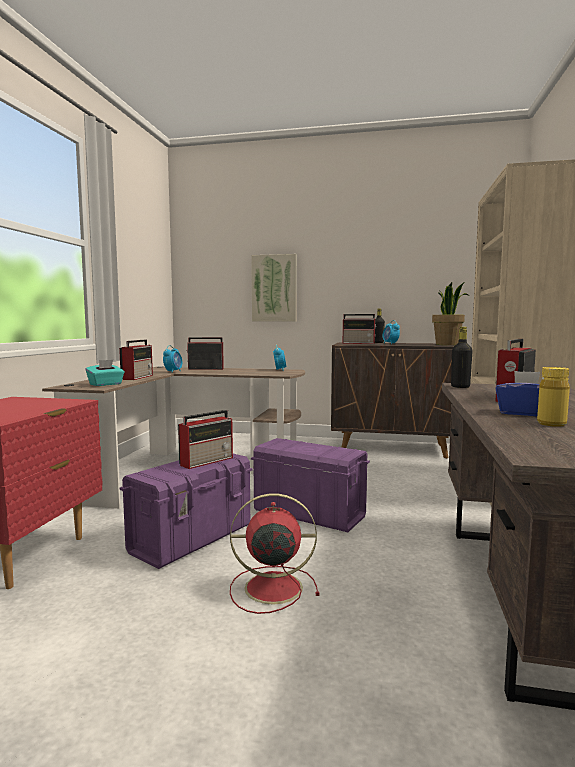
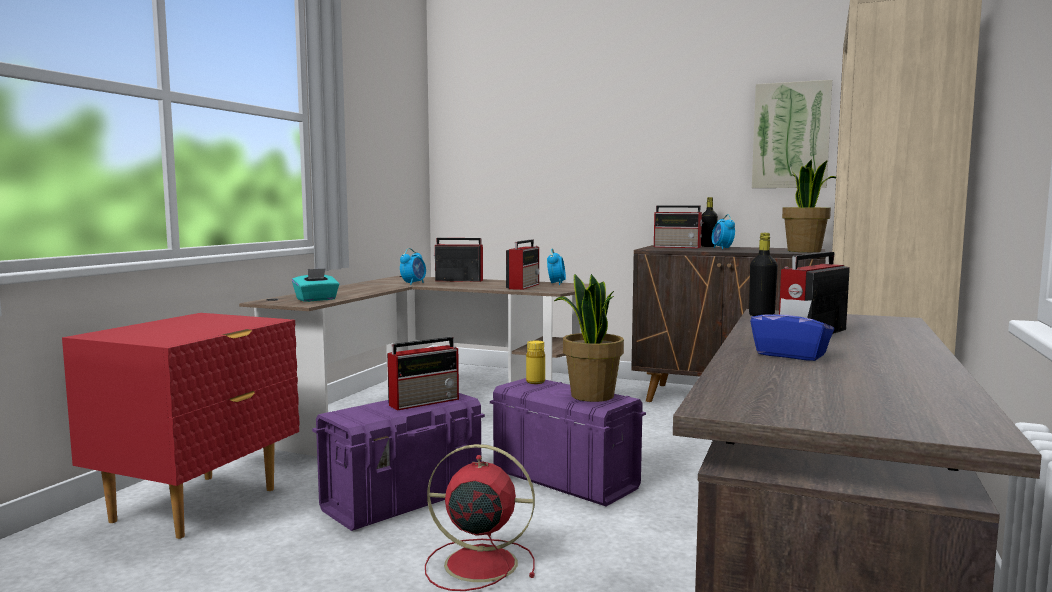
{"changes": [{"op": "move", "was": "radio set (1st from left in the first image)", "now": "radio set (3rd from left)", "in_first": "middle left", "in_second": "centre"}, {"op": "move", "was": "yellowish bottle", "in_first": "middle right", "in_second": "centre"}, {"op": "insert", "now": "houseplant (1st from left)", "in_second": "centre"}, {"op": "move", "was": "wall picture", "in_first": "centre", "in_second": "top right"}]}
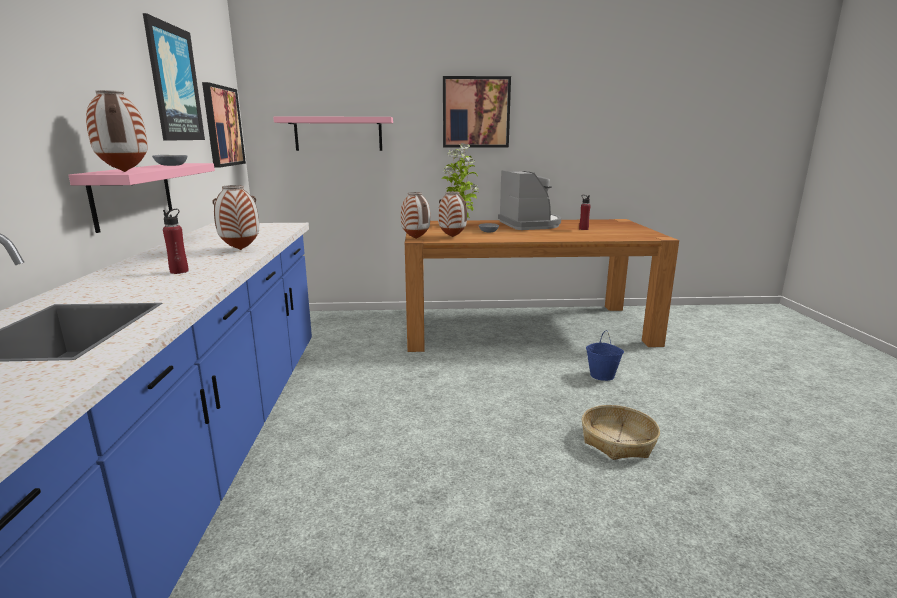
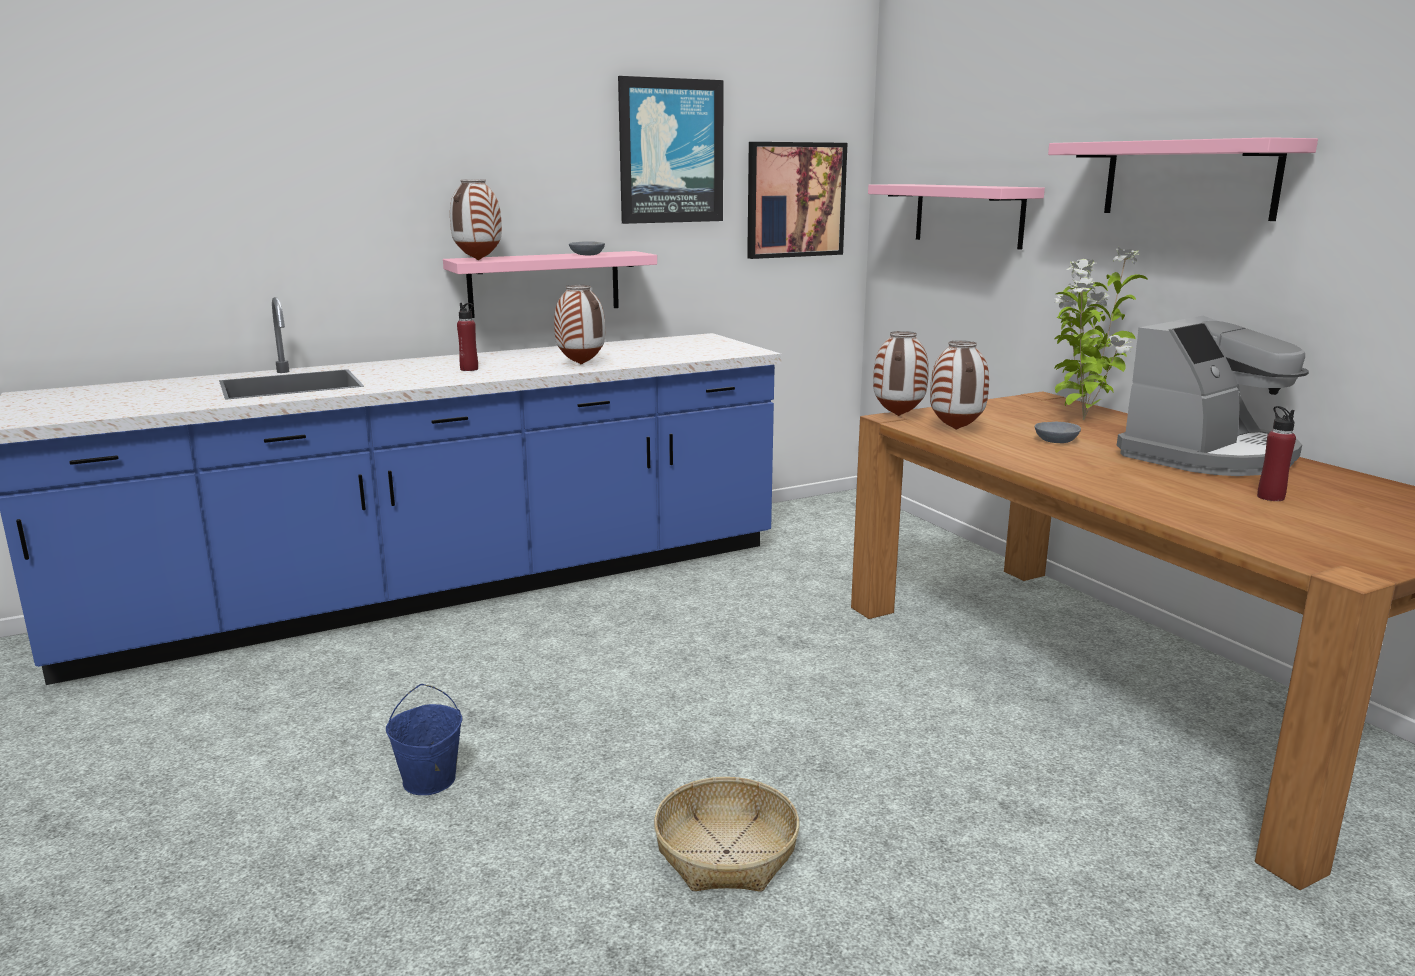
{"changes": [{"op": "move", "was": "bluish pail", "in_first": "middle right", "in_second": "bottom left"}, {"op": "replace", "was": "wall picture (3rd from left)", "now": "pink-coloured bracket shelf (3rd from left)", "in_first": "top centre", "in_second": "top right"}]}
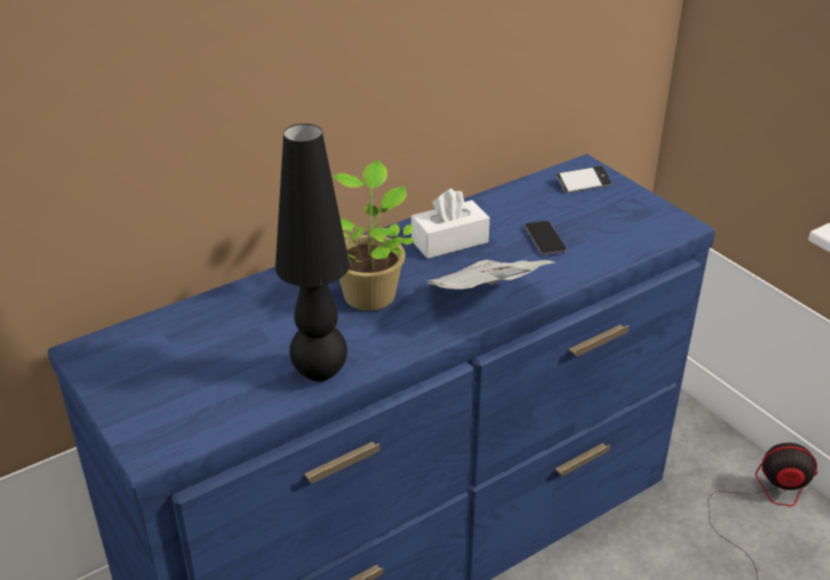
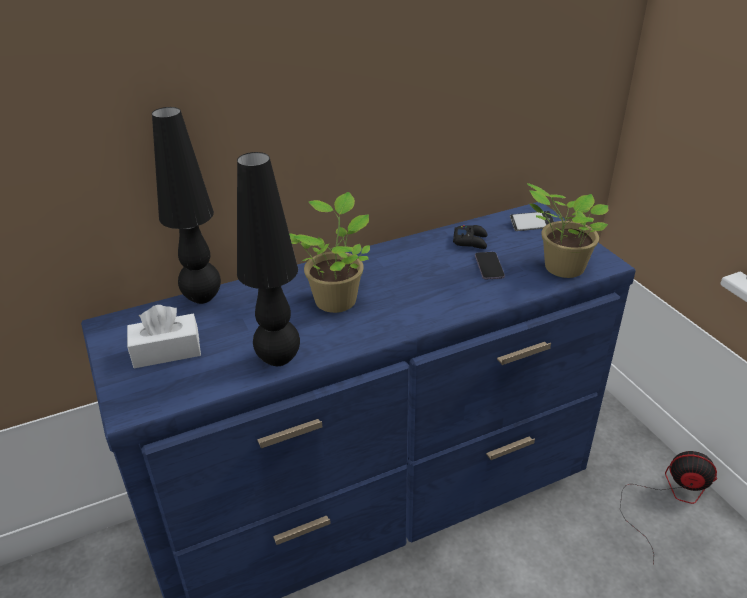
{"changes": [{"op": "move", "was": "white-coloured tissue box", "in_first": "centre", "in_second": "middle left"}, {"op": "insert", "now": "black-coloured lamp for a table (1st from left)", "in_second": "middle left"}, {"op": "insert", "now": "black-coloured gamepad", "in_second": "centre"}, {"op": "insert", "now": "houseplant (2nd from left)", "in_second": "middle right"}, {"op": "delete", "was": "daily paper", "in_first": "centre"}]}
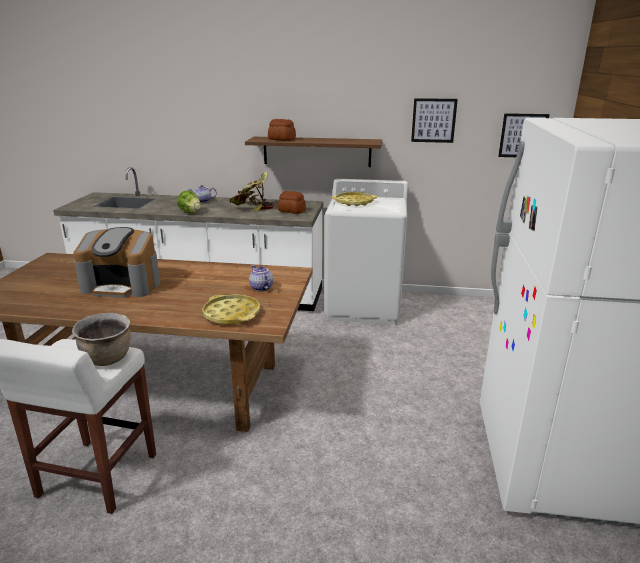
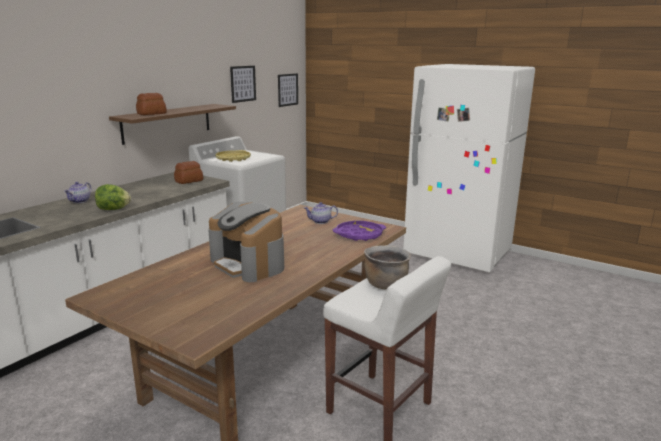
{"changes": [{"op": "rotate", "was": "coffee brewer", "in_first": "middle left", "in_second": "centre", "clockwise": 105}, {"op": "recolor", "was": "yellowish tray (1st from left)", "now": "purple-coloured tray", "in_first": "centre", "in_second": "centre"}, {"op": "delete", "was": "houseplant", "in_first": "centre"}]}
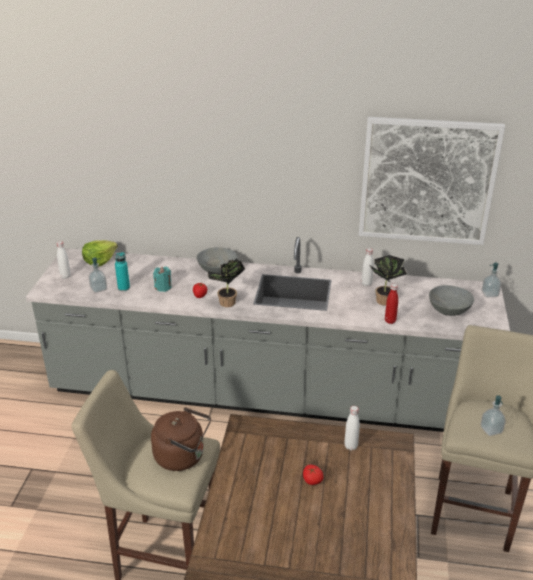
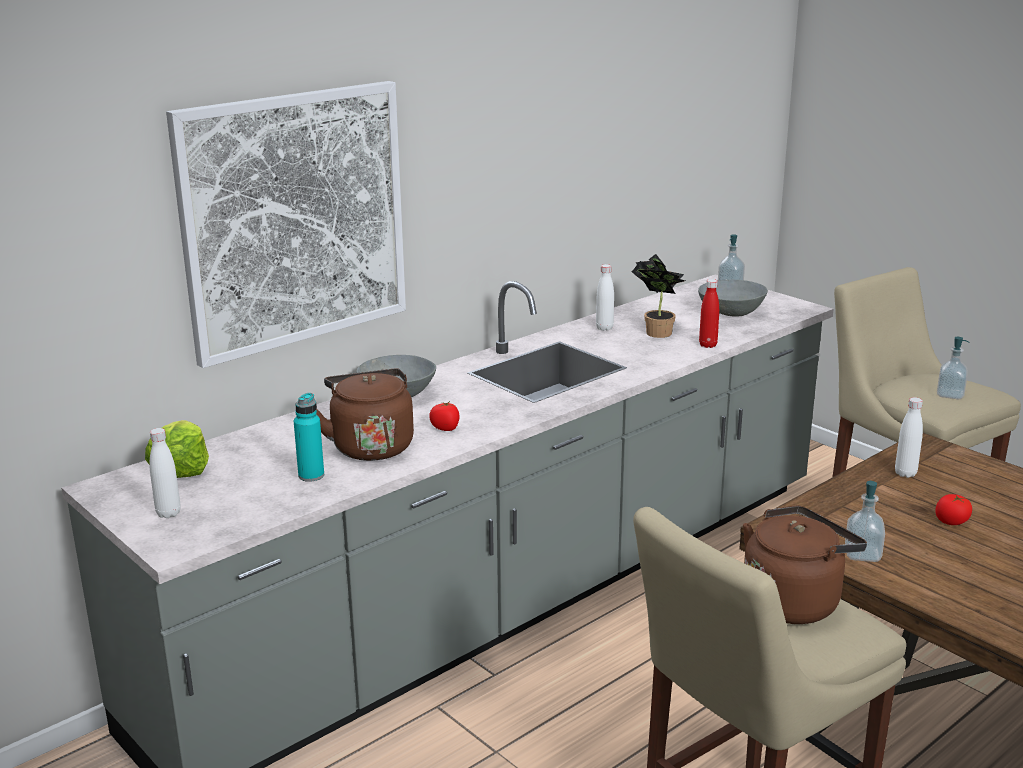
{"changes": [{"op": "move", "was": "wall picture", "in_first": "top right", "in_second": "top left"}, {"op": "replace", "was": "blue-green wax candle", "now": "brownish water kettle (1st from left)", "in_first": "middle left", "in_second": "centre"}, {"op": "move", "was": "soap bottle (1st from left in the first image)", "now": "soap bottle (2nd from left)", "in_first": "middle left", "in_second": "bottom right"}, {"op": "delete", "was": "houseplant (1st from left)", "in_first": "centre"}]}
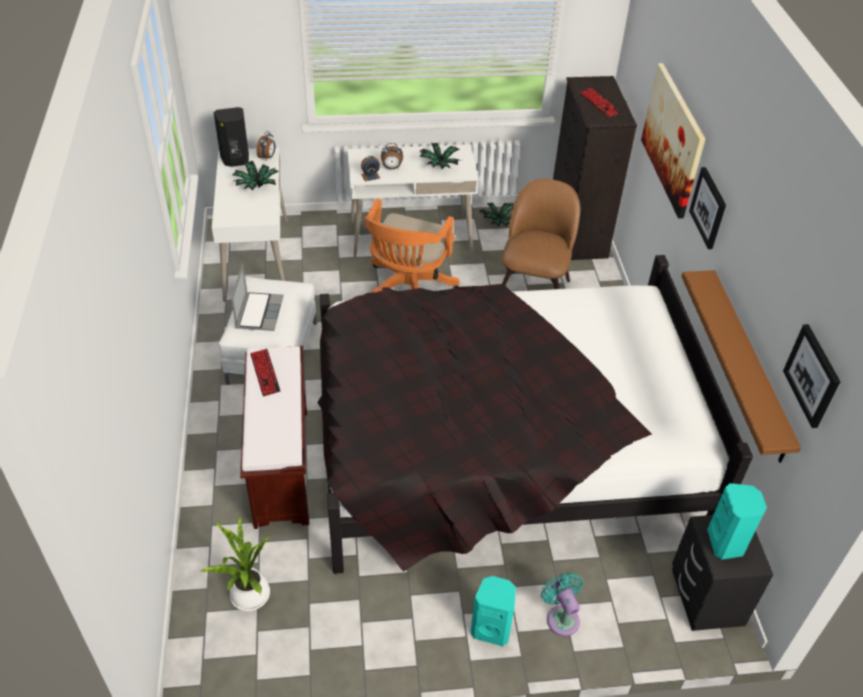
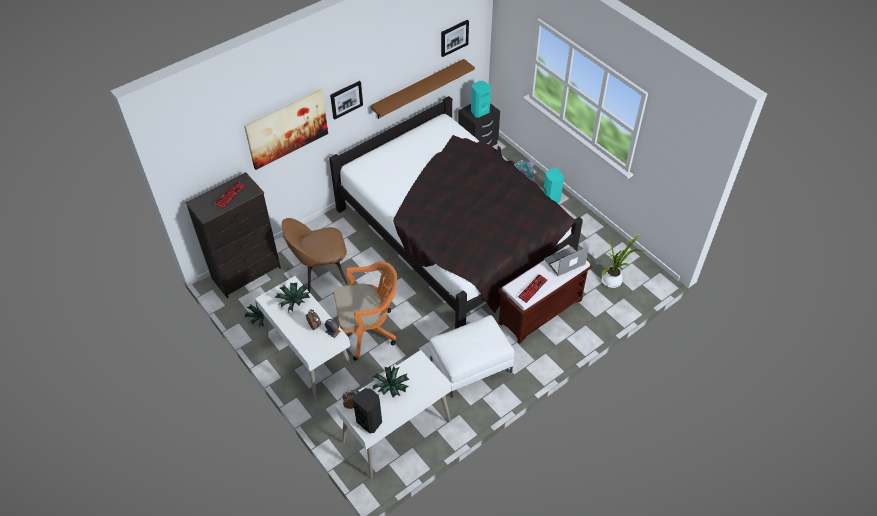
{"changes": [{"op": "move", "was": "laptop", "in_first": "middle left", "in_second": "centre"}]}
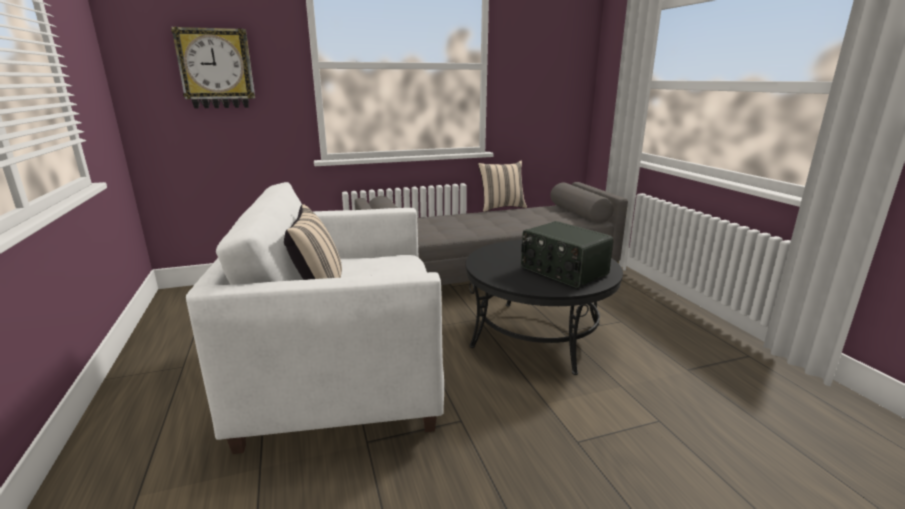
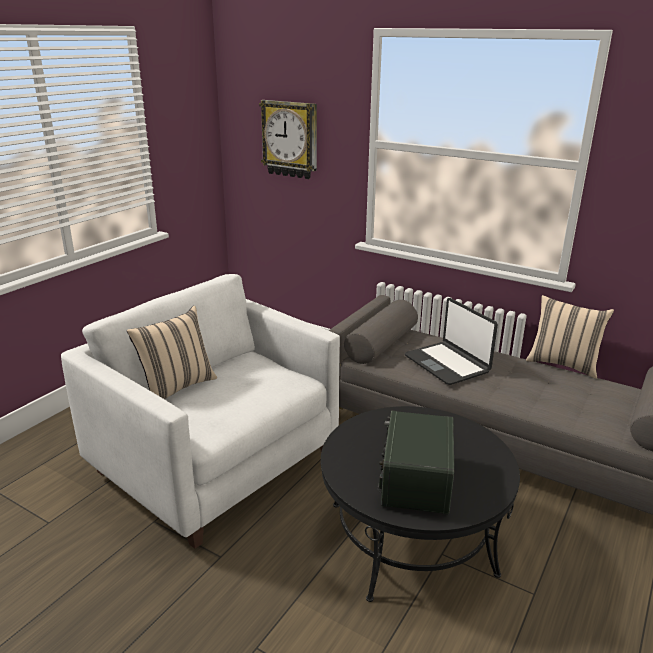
{"changes": [{"op": "insert", "now": "laptop", "in_second": "middle right"}]}
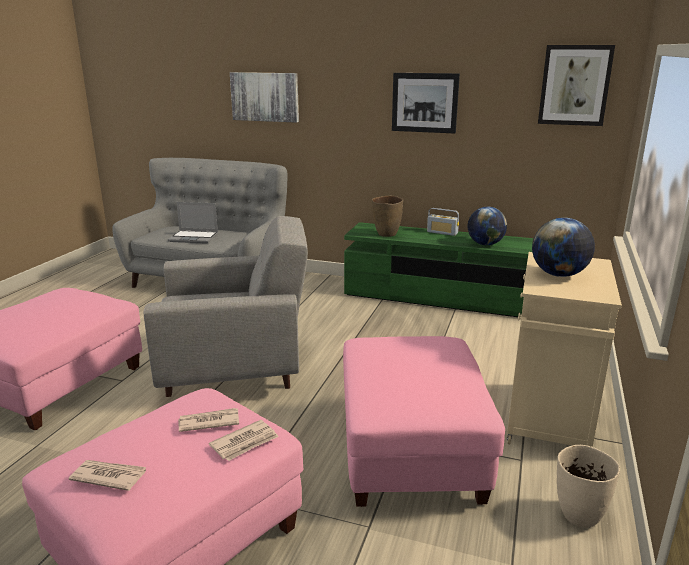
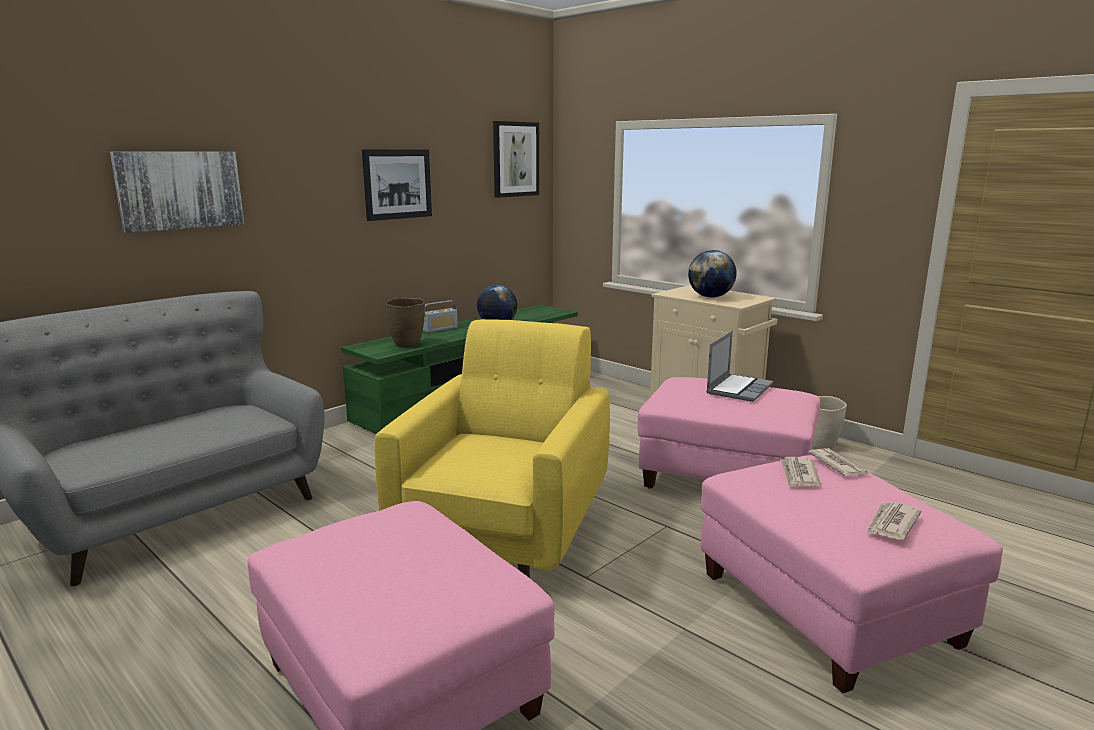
{"changes": [{"op": "recolor", "was": "gray easy chair", "now": "yellowish easy chair", "in_first": "middle left", "in_second": "centre"}, {"op": "move", "was": "laptop", "in_first": "middle left", "in_second": "middle right"}]}
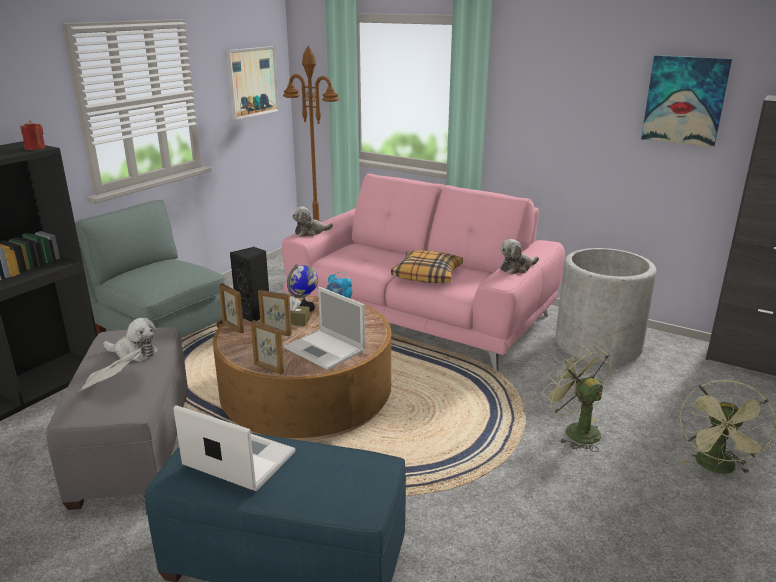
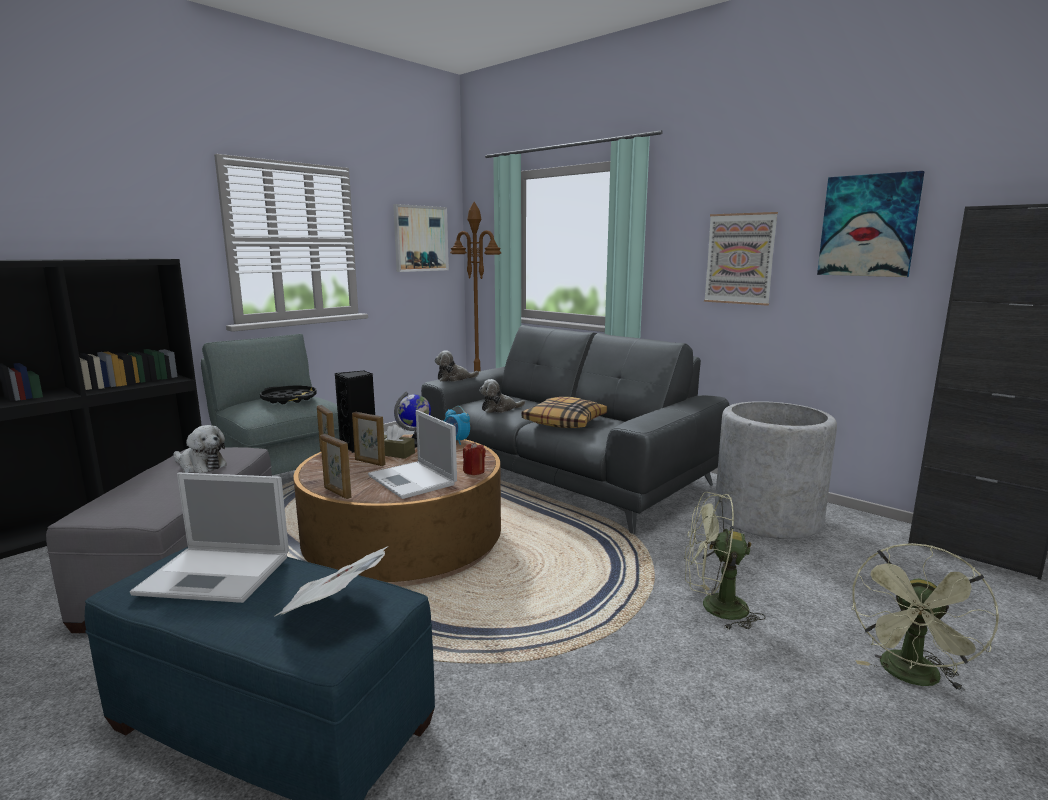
{"changes": [{"op": "rotate", "was": "laptop (1st from left)", "in_first": "bottom left", "in_second": "bottom left", "clockwise": 150}, {"op": "insert", "now": "black-coloured tray", "in_second": "middle left"}, {"op": "move", "was": "daily paper", "in_first": "middle left", "in_second": "bottom left"}, {"op": "recolor", "was": "pink-coloured sofa", "now": "gray sofa", "in_first": "centre", "in_second": "centre"}, {"op": "move", "was": "reddish wax candle", "in_first": "top left", "in_second": "centre"}, {"op": "move", "was": "cuddly toy (3rd from left)", "in_first": "middle right", "in_second": "centre"}, {"op": "rotate", "was": "green cooling fan (1st from left)", "in_first": "bottom right", "in_second": "bottom right", "clockwise": -60}, {"op": "insert", "now": "wall picture (2nd from left)", "in_second": "top right"}]}
